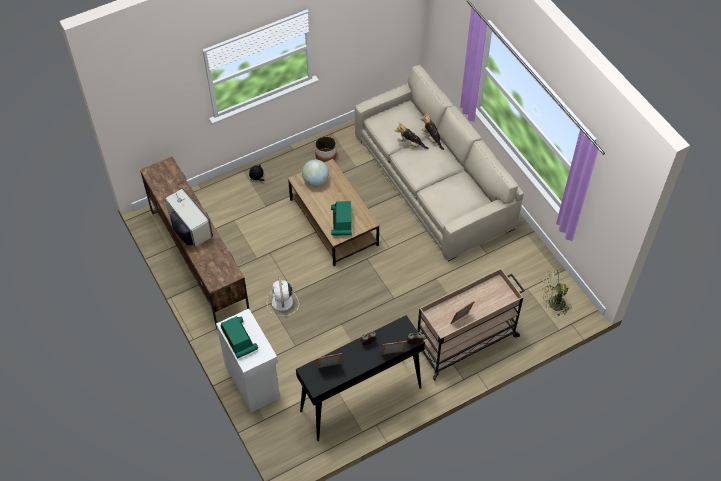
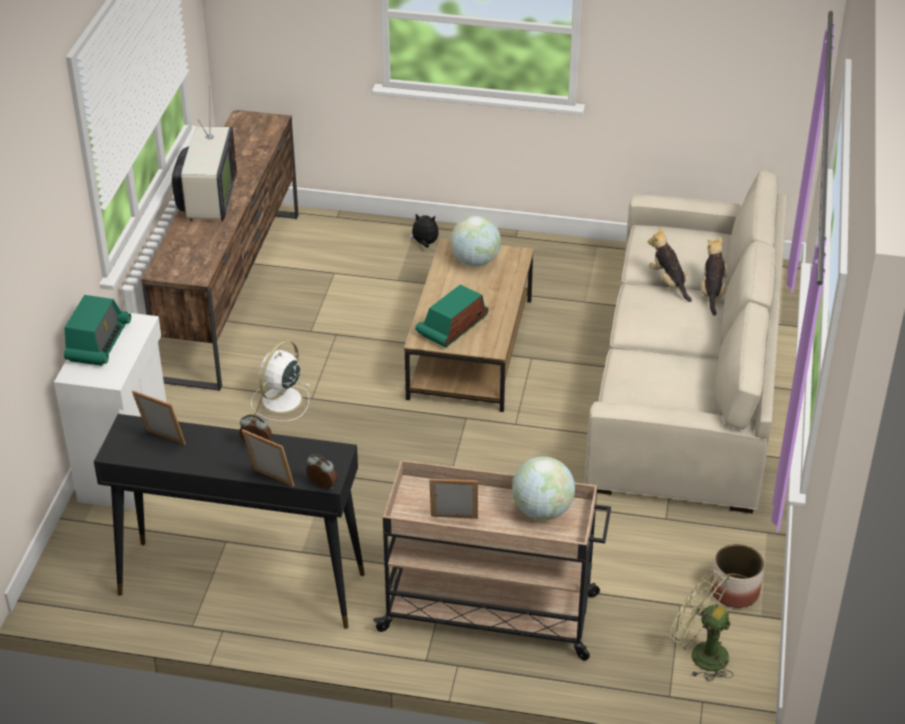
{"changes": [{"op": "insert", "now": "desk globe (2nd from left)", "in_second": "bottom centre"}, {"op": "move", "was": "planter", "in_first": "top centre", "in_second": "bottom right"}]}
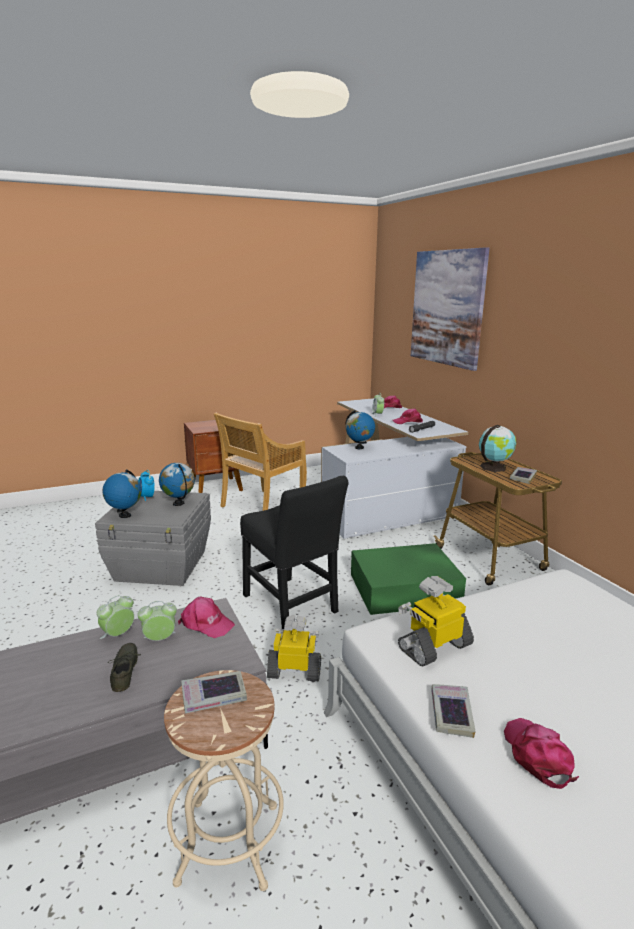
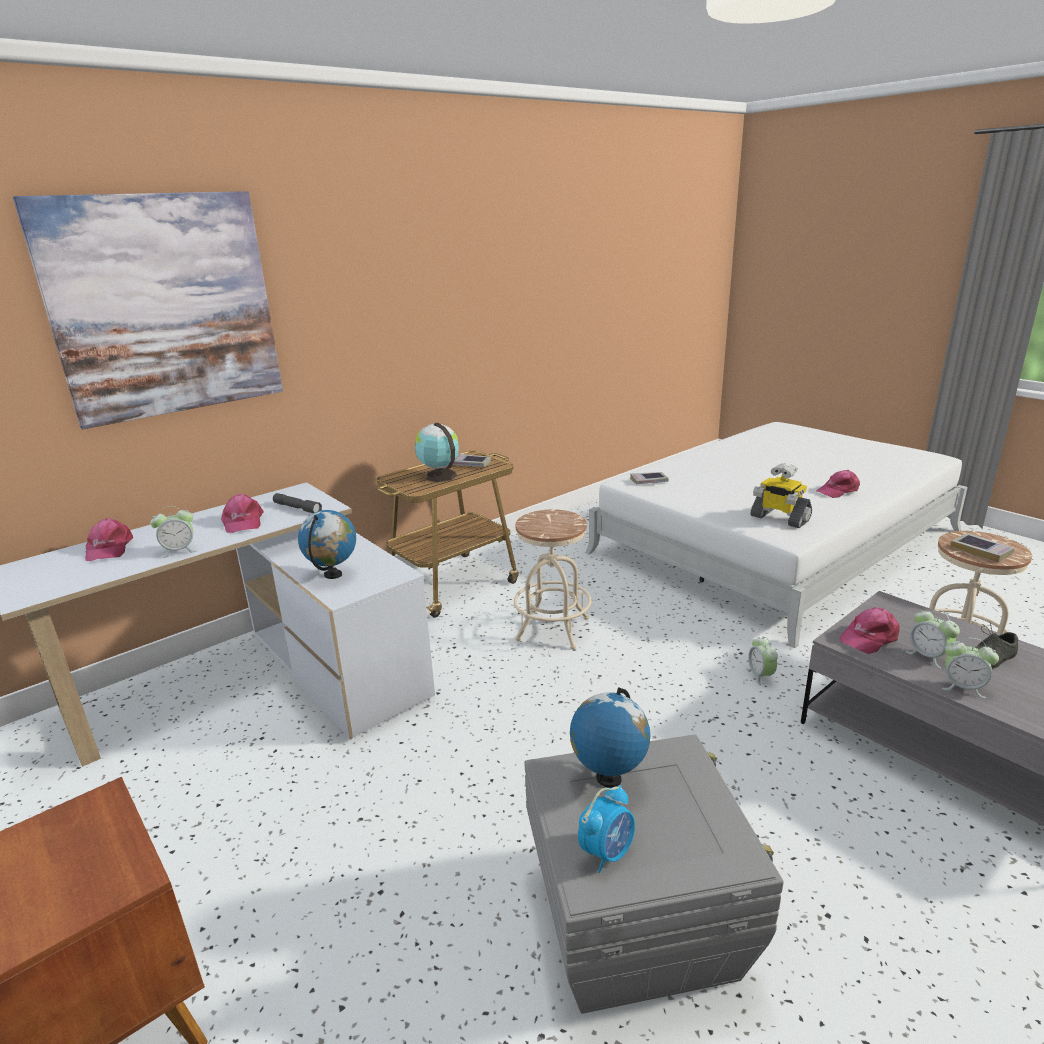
{"changes": [{"op": "replace", "was": "green storage box", "now": "sand-coloured stool seat (1st from left)", "in_first": "centre", "in_second": "centre"}, {"op": "move", "was": "volume (2nd from left)", "in_first": "bottom right", "in_second": "centre"}, {"op": "replace", "was": "robot figure (1st from left)", "now": "bedside clock (3rd from left)", "in_first": "bottom centre", "in_second": "middle right"}, {"op": "rotate", "was": "pink-coloured baseball cap (1st from left in the first image)", "in_first": "middle left", "in_second": "middle right", "clockwise": -135}, {"op": "delete", "was": "desk globe (1st from left)", "in_first": "middle left"}, {"op": "delete", "was": "sand-coloured plain chair", "in_first": "centre"}, {"op": "delete", "was": "black-coloured plain chair", "in_first": "centre"}]}
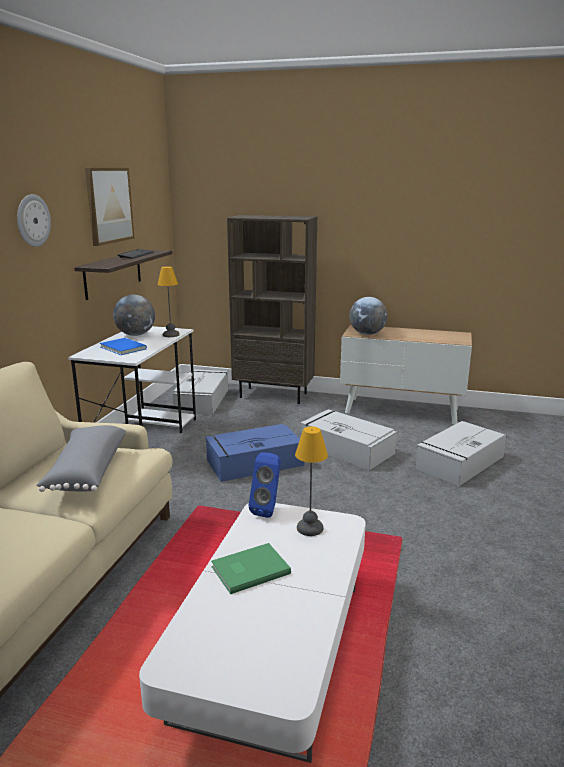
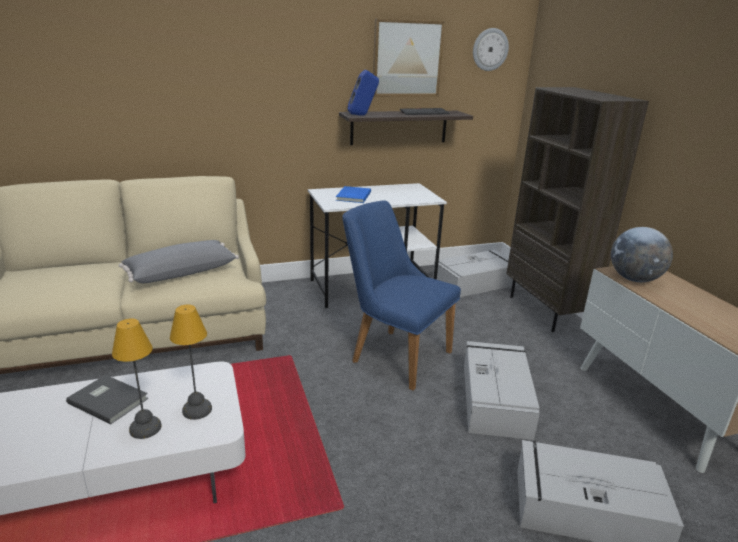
{"changes": [{"op": "recolor", "was": "green volume", "now": "gray volume", "in_first": "bottom centre", "in_second": "bottom left"}, {"op": "move", "was": "lamp for a table (1st from left)", "in_first": "middle left", "in_second": "bottom left"}, {"op": "replace", "was": "bluish storage box", "now": "bluish plain chair", "in_first": "centre", "in_second": "centre"}, {"op": "move", "was": "bluish loudspeaker", "in_first": "centre", "in_second": "top centre"}, {"op": "move", "was": "hanging clock", "in_first": "top left", "in_second": "top centre"}, {"op": "delete", "was": "desk globe (1st from left)", "in_first": "middle left"}]}
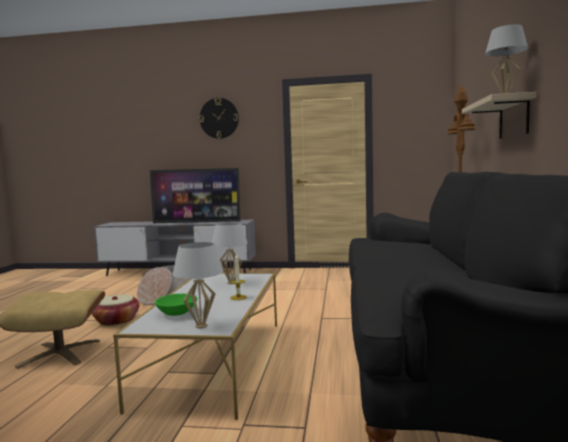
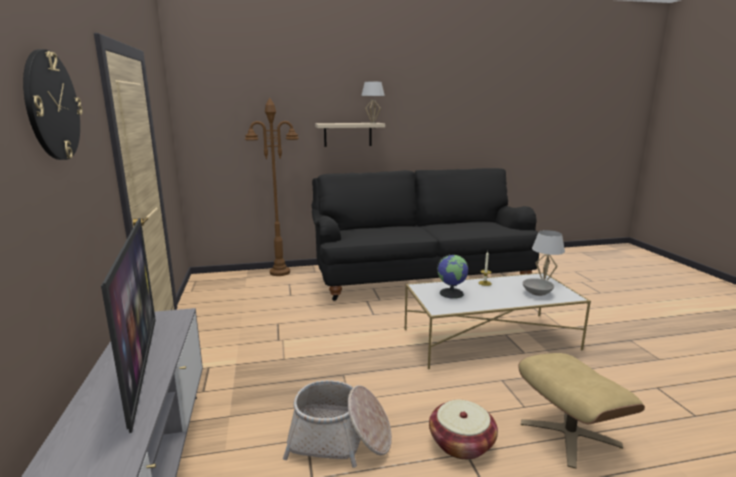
{"changes": [{"op": "replace", "was": "white-coloured lamp for a table (2nd from left)", "now": "desk globe", "in_first": "centre", "in_second": "centre"}, {"op": "recolor", "was": "green serving bowl", "now": "gray serving bowl", "in_first": "bottom left", "in_second": "middle right"}]}
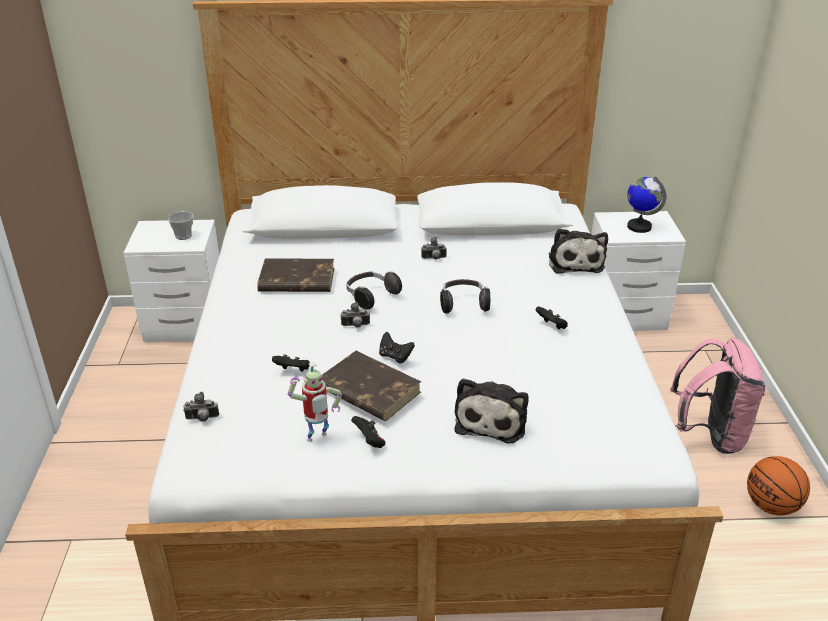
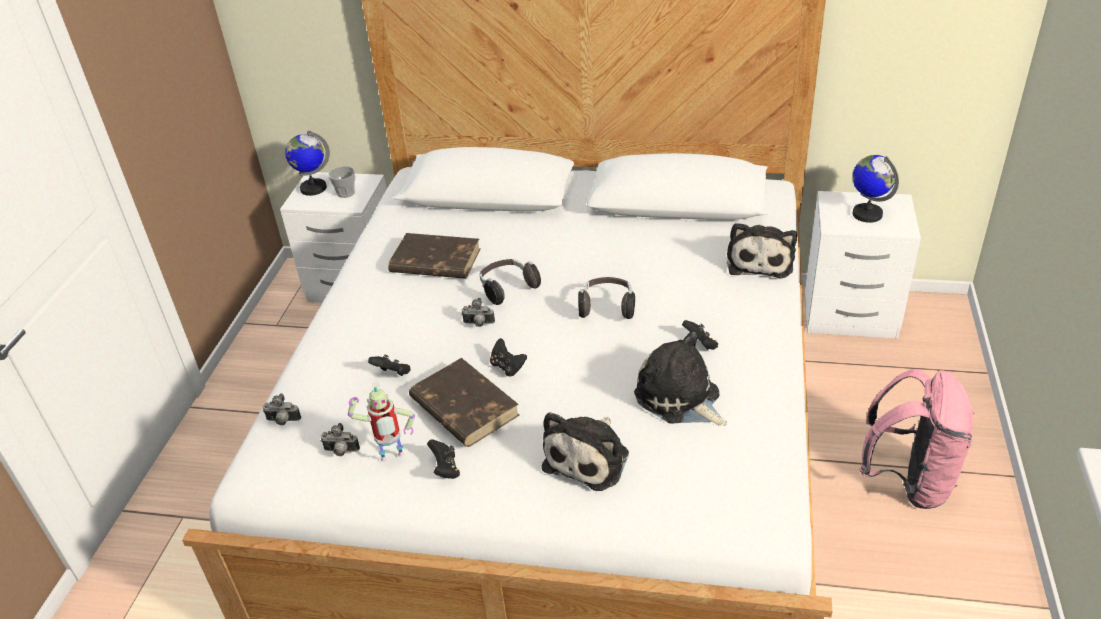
{"changes": [{"op": "insert", "now": "desk globe (1st from left)", "in_second": "top left"}, {"op": "move", "was": "photo camera (3rd from left in the first image)", "now": "photo camera (2nd from left)", "in_first": "centre", "in_second": "bottom left"}, {"op": "insert", "now": "cuddly toy (2nd from left)", "in_second": "centre"}, {"op": "delete", "was": "basketball ball", "in_first": "bottom right"}]}
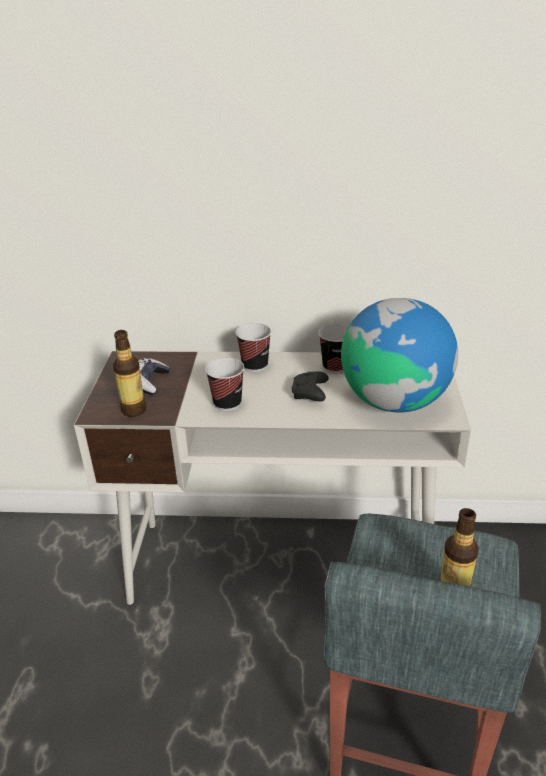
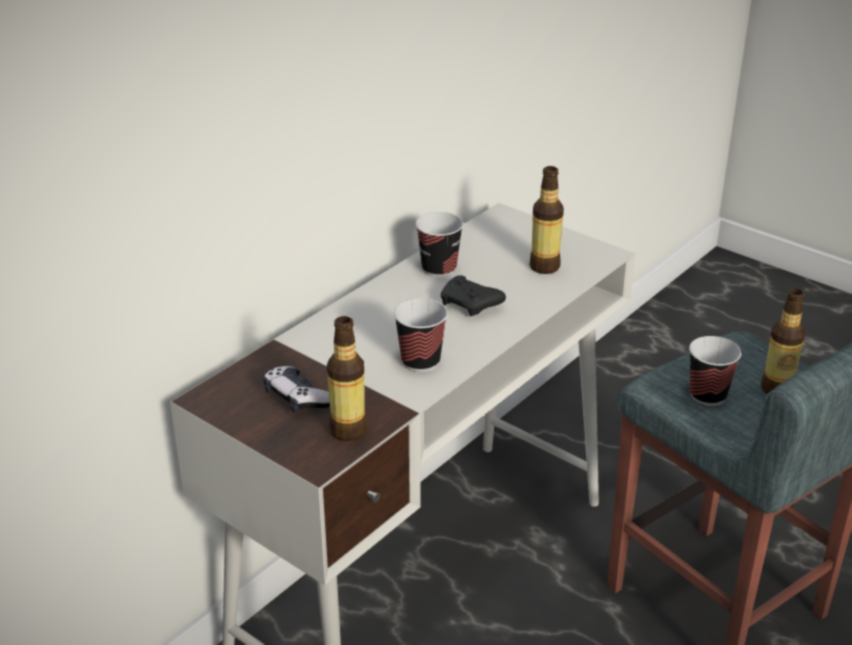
{"changes": [{"op": "replace", "was": "desk globe", "now": "bottle (2nd from left)", "in_first": "middle right", "in_second": "centre"}, {"op": "move", "was": "cup (2nd from left in the first image)", "now": "cup (3rd from left)", "in_first": "centre", "in_second": "middle right"}]}
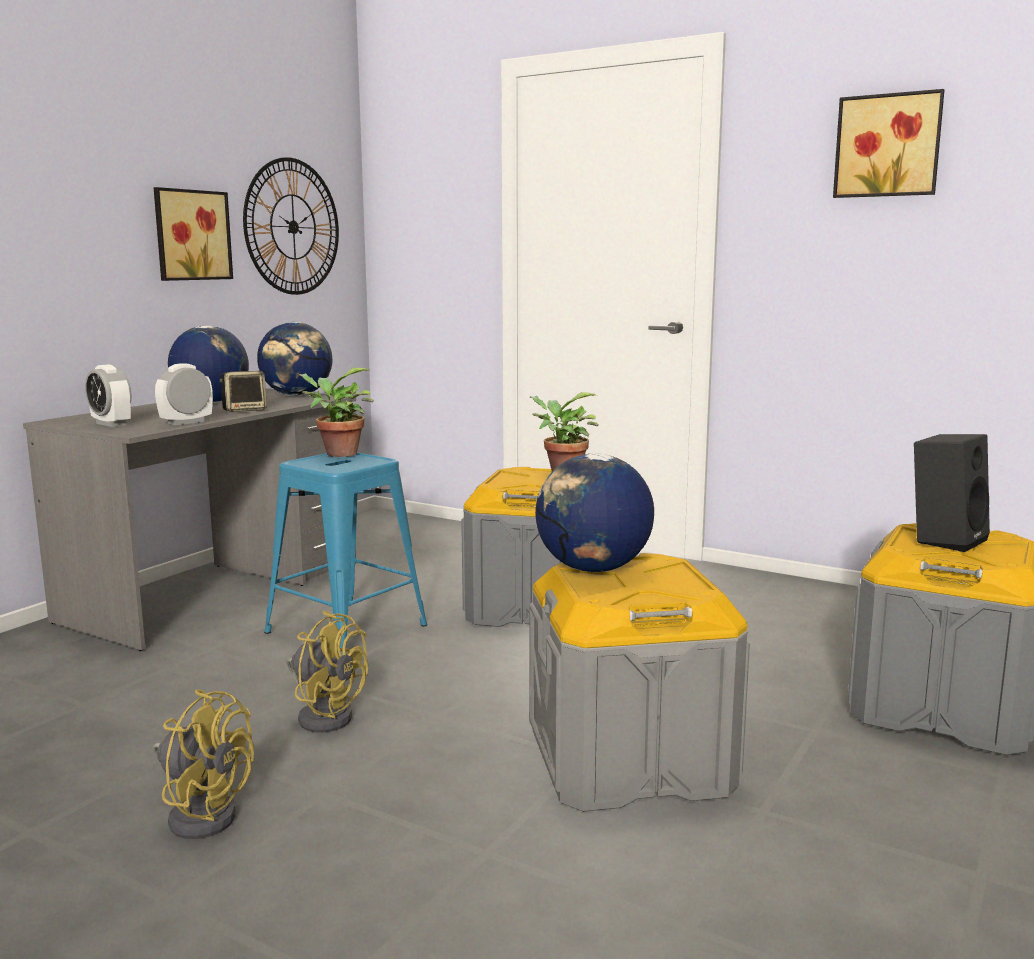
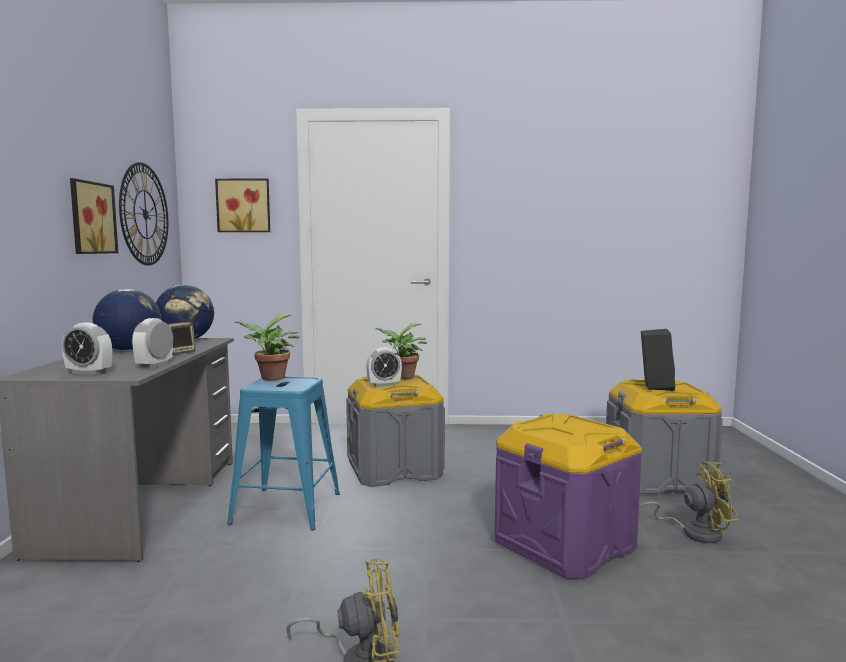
{"changes": [{"op": "move", "was": "wall picture (2nd from left)", "in_first": "top right", "in_second": "top left"}, {"op": "insert", "now": "bedside clock (3rd from left)", "in_second": "centre"}, {"op": "recolor", "was": "gray storage box (2nd from left)", "now": "purple-coloured storage box", "in_first": "bottom centre", "in_second": "bottom right"}, {"op": "move", "was": "yellowish cooling fan (2nd from left)", "in_first": "bottom left", "in_second": "bottom right"}, {"op": "delete", "was": "desk globe (3rd from left)", "in_first": "centre"}]}
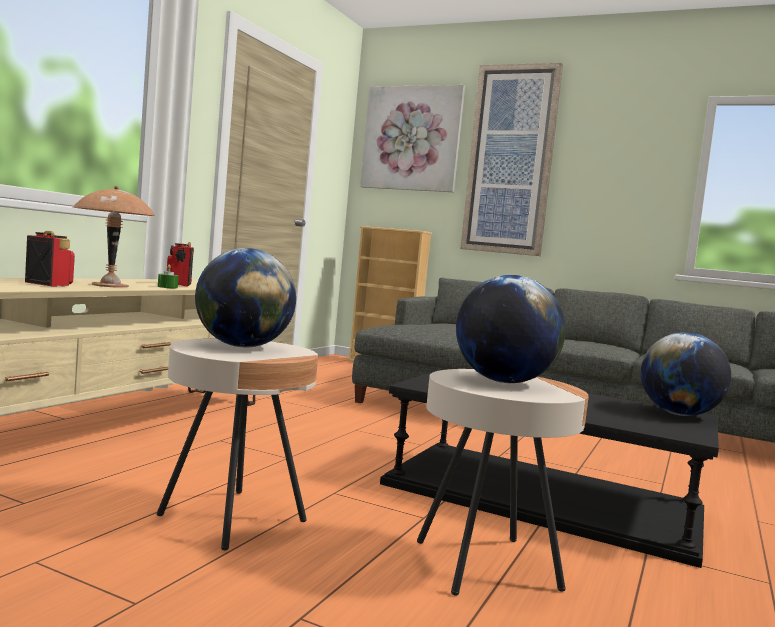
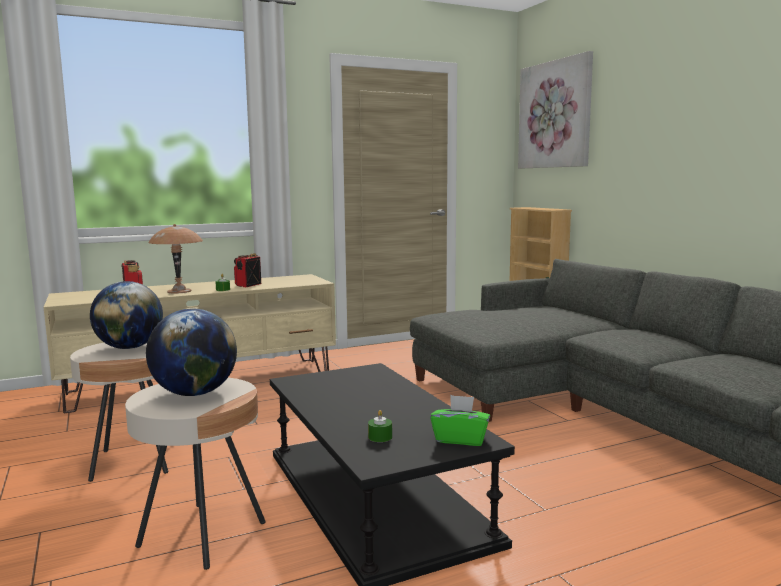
{"changes": [{"op": "insert", "now": "green wax candle (2nd from left)", "in_second": "bottom centre"}, {"op": "replace", "was": "desk globe (3rd from left)", "now": "green tissue box", "in_first": "middle right", "in_second": "bottom centre"}, {"op": "delete", "was": "wall picture (2nd from left)", "in_first": "top centre"}]}
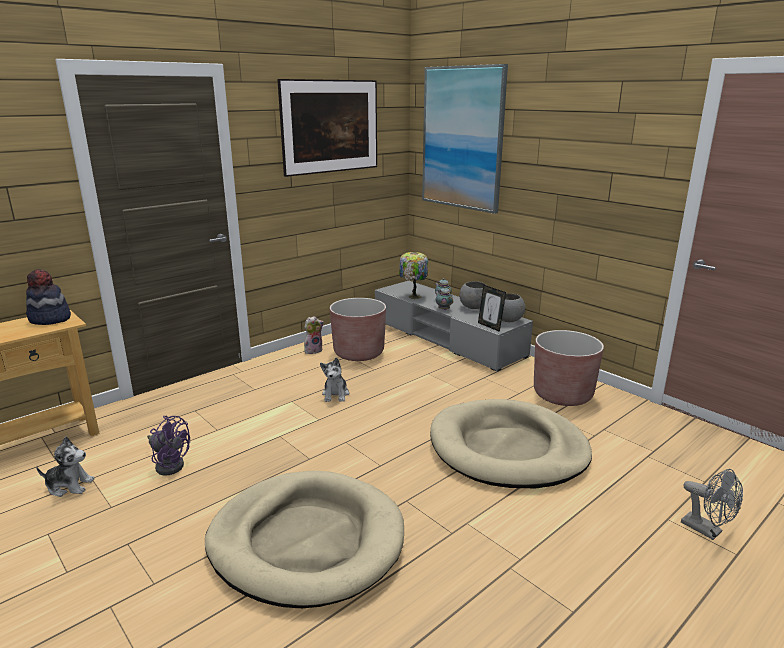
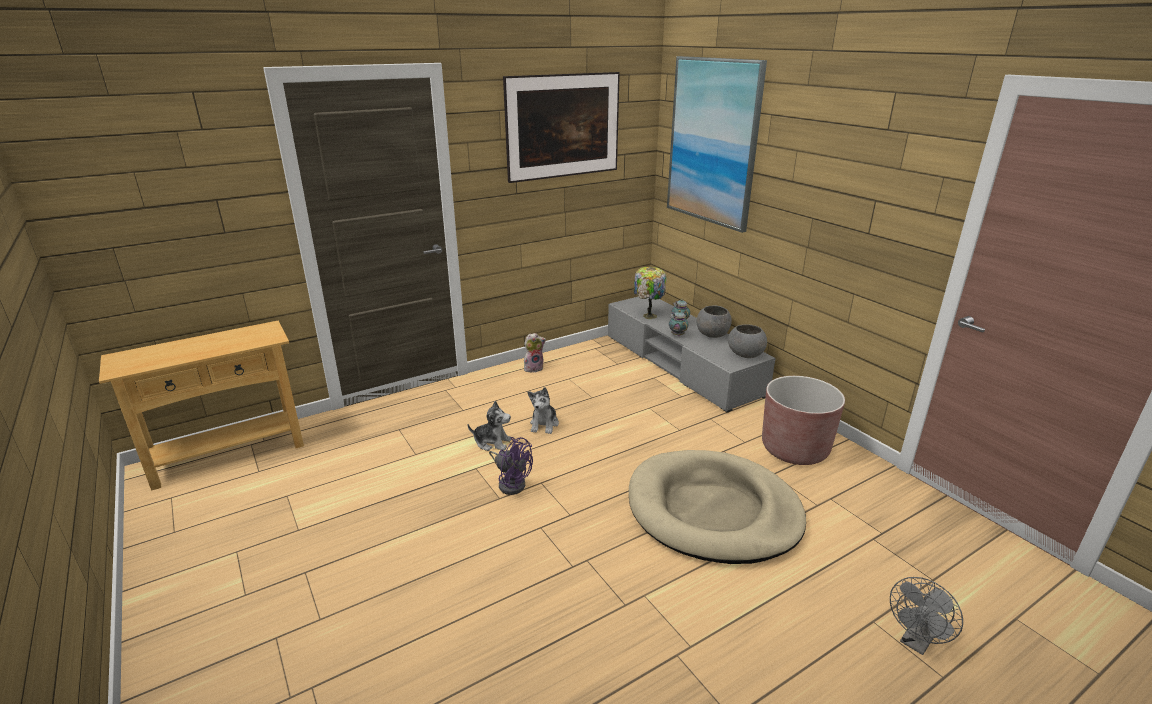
{"changes": [{"op": "move", "was": "cuddly toy (1st from left)", "in_first": "bottom left", "in_second": "centre"}, {"op": "move", "was": "purple-coloured cooling fan", "in_first": "bottom left", "in_second": "centre"}, {"op": "rotate", "was": "gray cooling fan", "in_first": "bottom right", "in_second": "bottom right", "clockwise": 75}, {"op": "delete", "was": "hat", "in_first": "middle left"}, {"op": "delete", "was": "sand-coloured pet bed (1st from left)", "in_first": "bottom centre"}, {"op": "delete", "was": "brownish planter (1st from left)", "in_first": "centre"}, {"op": "delete", "was": "picture frame", "in_first": "centre"}]}
